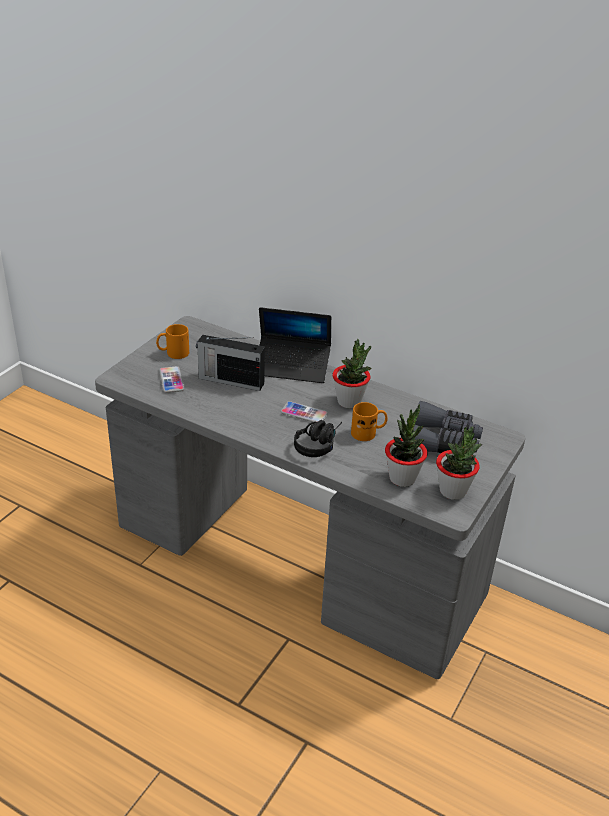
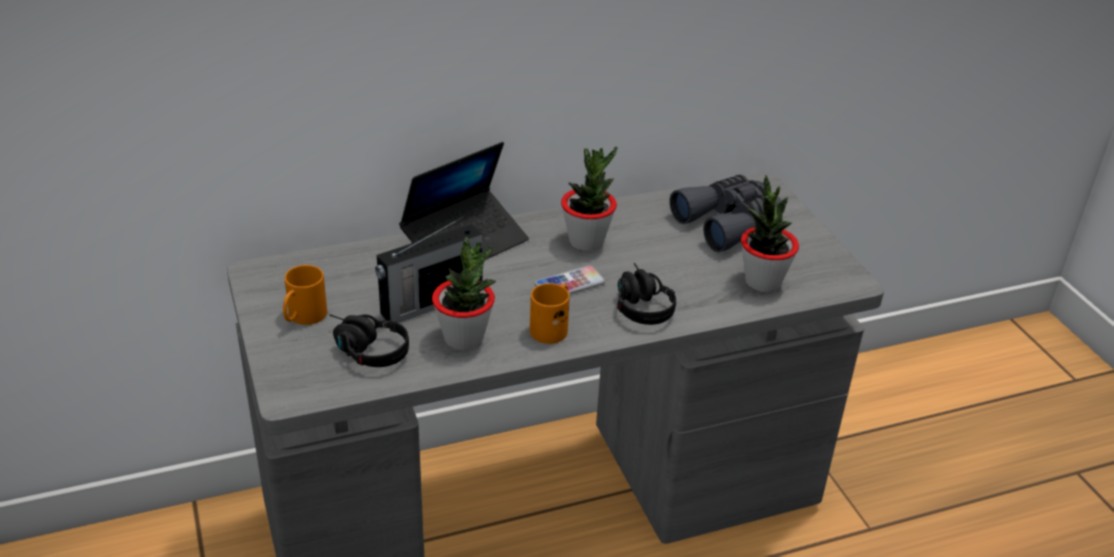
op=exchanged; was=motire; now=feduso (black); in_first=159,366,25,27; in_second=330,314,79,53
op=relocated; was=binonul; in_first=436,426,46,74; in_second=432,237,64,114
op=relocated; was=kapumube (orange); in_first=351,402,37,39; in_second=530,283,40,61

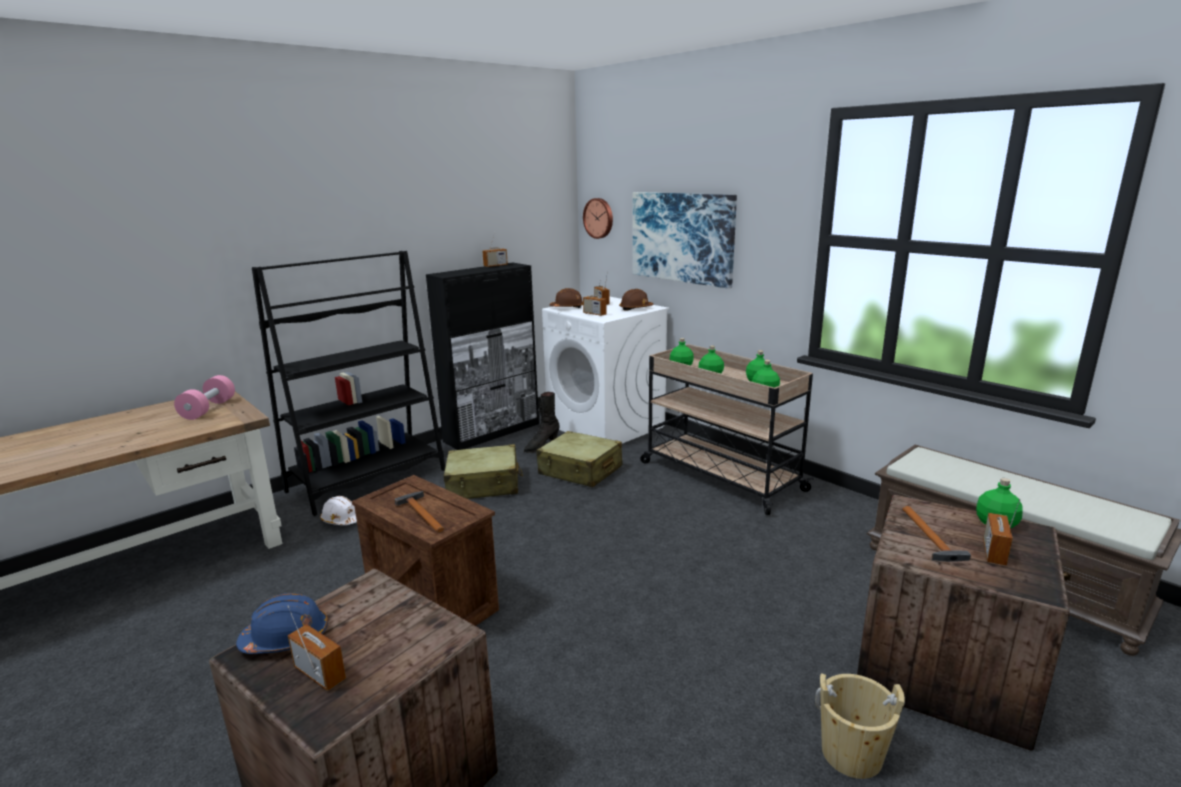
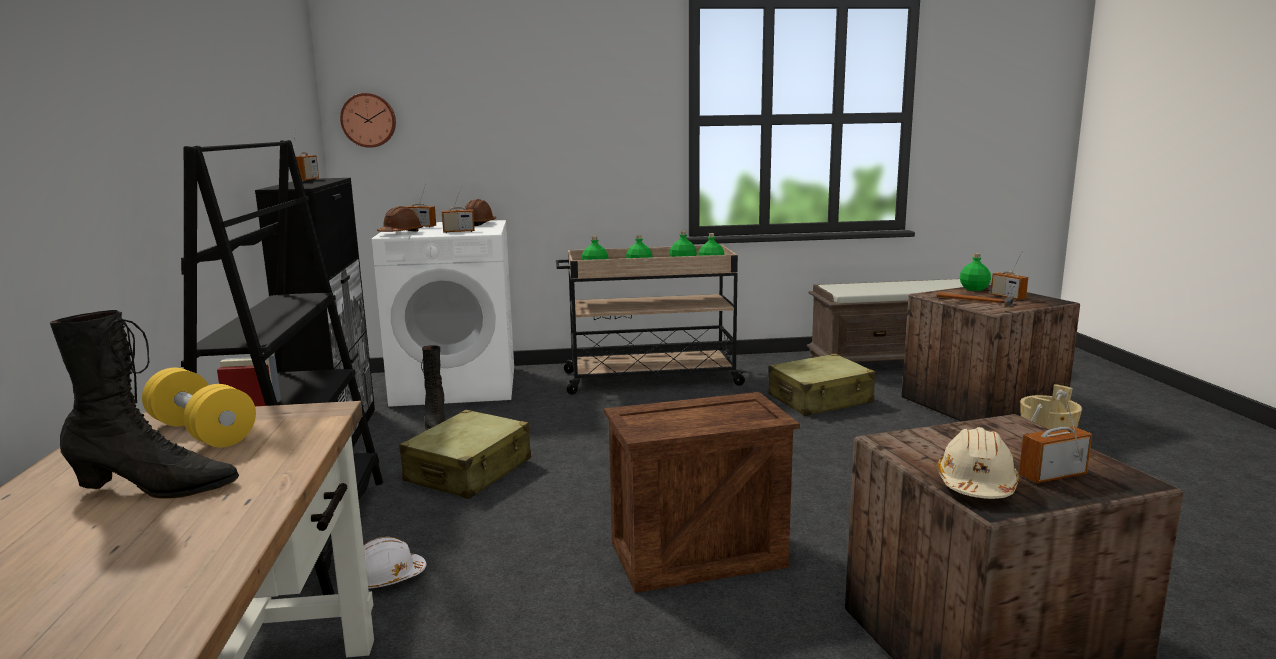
op=appeared; now=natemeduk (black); in_second=50,310,189,188
op=colour; was=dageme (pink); now=dageme (yellow); in_first=174,375,61,45; in_second=142,368,114,79
op=relocated; was=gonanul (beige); in_first=536,431,86,56; in_second=768,354,107,62
op=colour; was=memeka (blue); now=memeka (beige); in_first=236,593,92,61; in_second=937,427,83,72
op=missing; was=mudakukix; in_first=394,491,50,42
op=missing; was=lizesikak; in_first=633,192,104,97

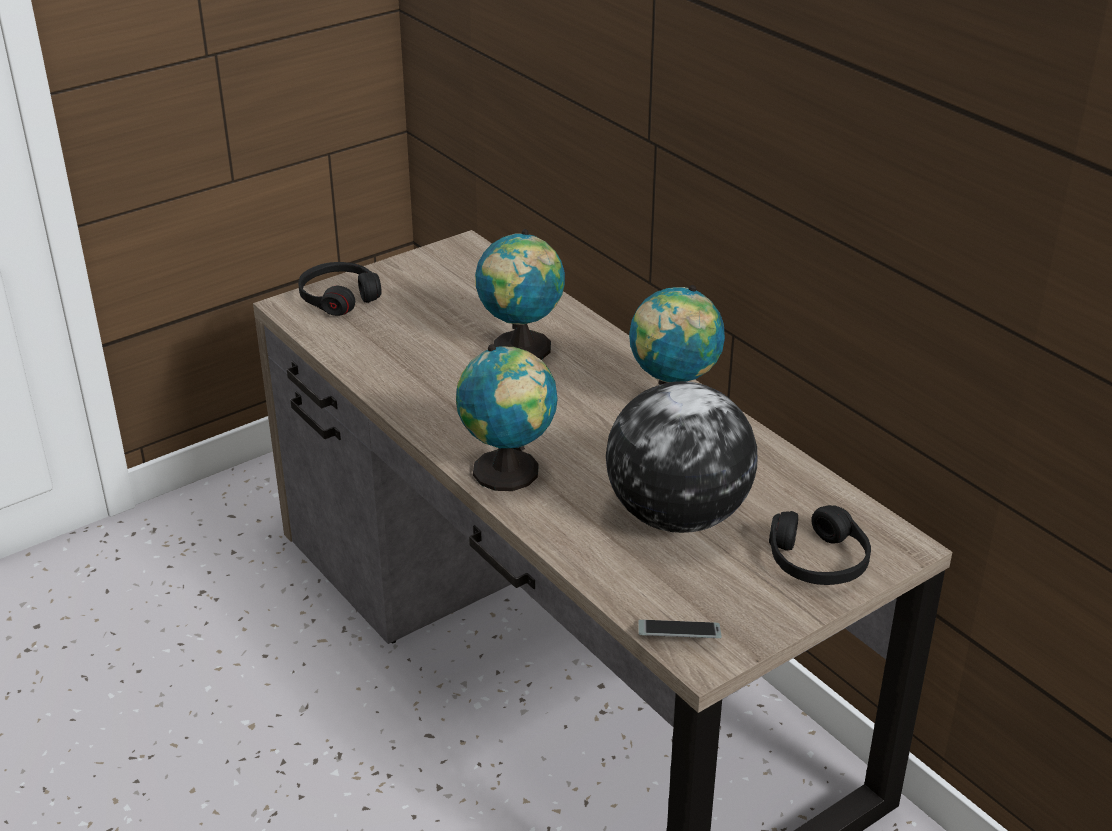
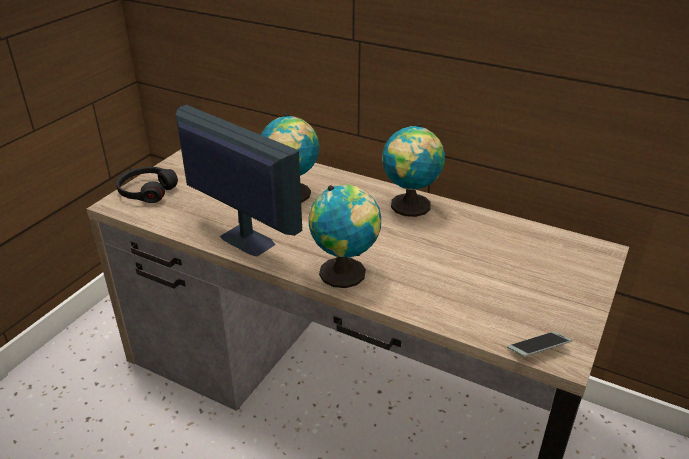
op=appeared; now=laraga; in_second=176,105,126,152
op=missing; was=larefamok; in_first=606,381,151,152
op=missing; was=feduso (black); in_first=769,505,102,80

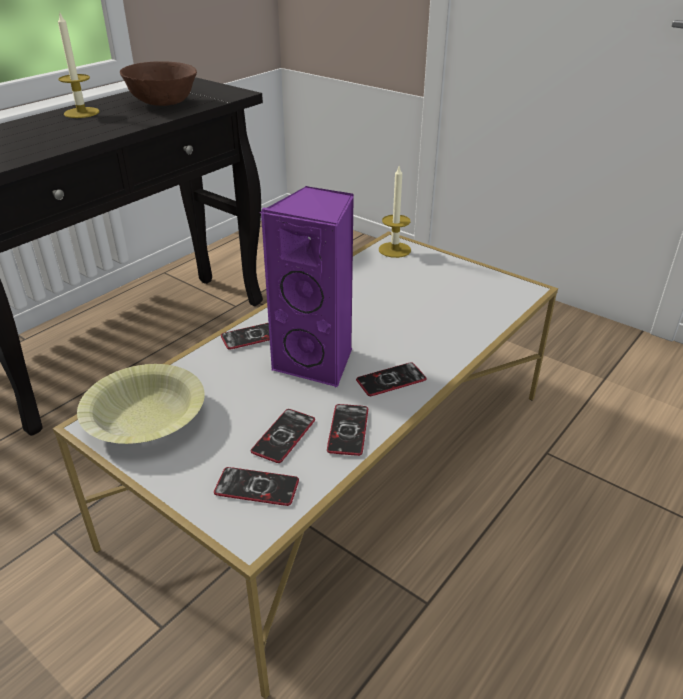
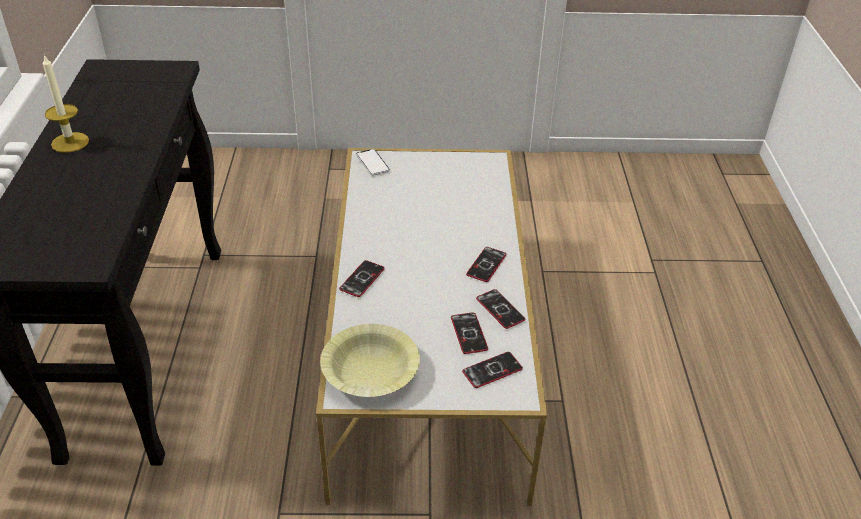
op=exchanged; was=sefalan; now=motire; in_first=379,166,32,92; in_second=356,149,34,27
op=missing; was=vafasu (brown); in_first=120,61,77,45
op=missing; was=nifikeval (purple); in_first=260,186,94,202

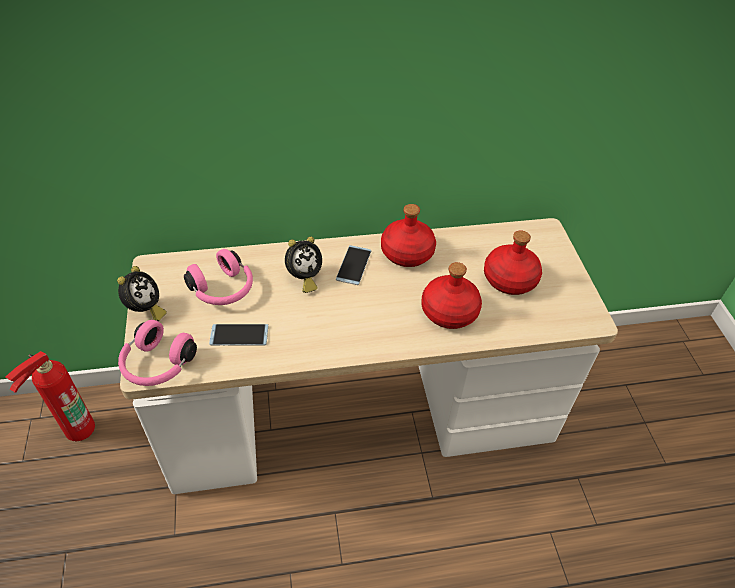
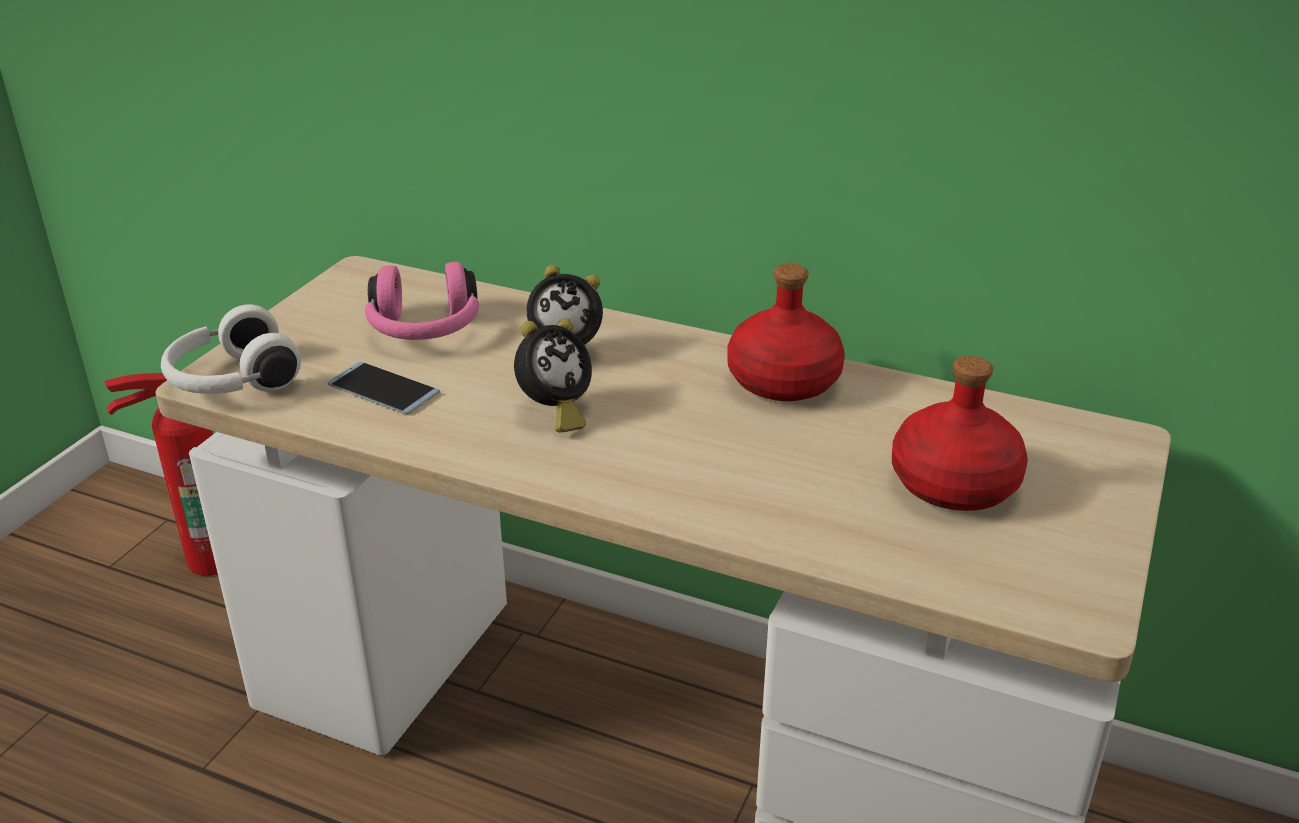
op=colour; was=feduso (pink); now=feduso (white); in_first=118,320,79,66; in_second=161,304,140,90
op=relocated; was=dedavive; in_first=117,266,50,55; in_second=514,319,78,113
op=missing; was=motire; in_first=336,245,35,40
op=missing; was=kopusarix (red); in_first=422,262,60,67

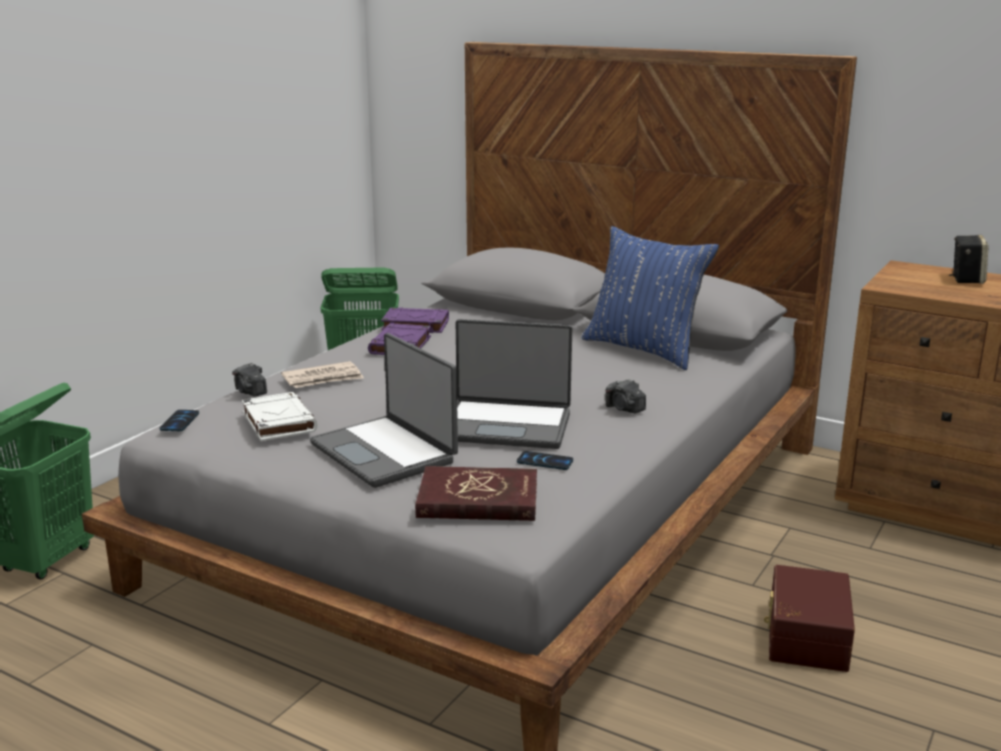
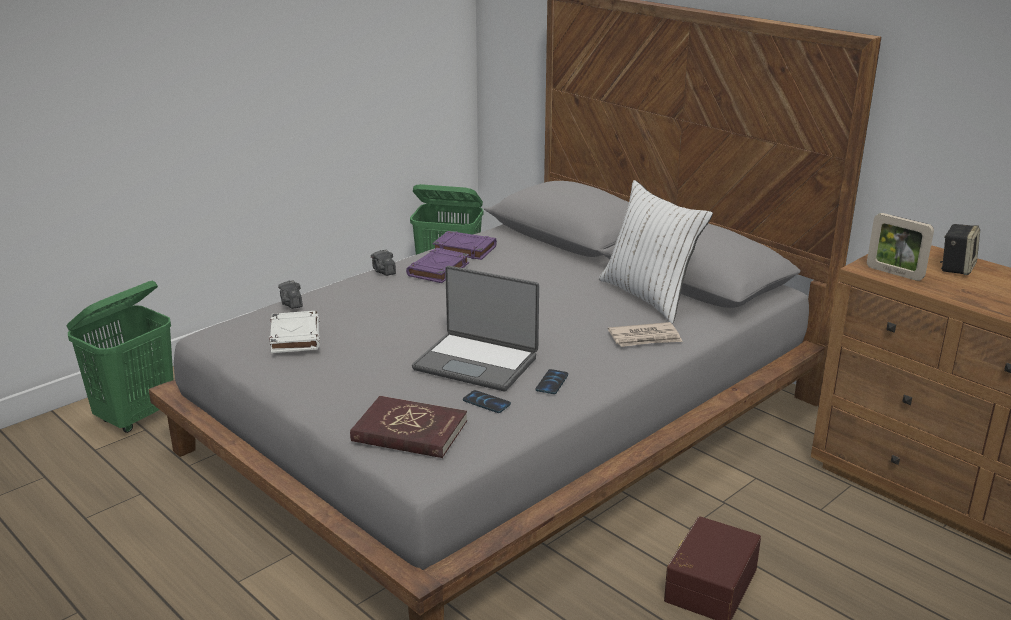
op=relocated; was=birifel; in_first=605,379,41,34; in_second=371,249,25,27
op=relocated; was=motire; in_first=160,410,39,21; in_second=536,369,32,25
op=colour; was=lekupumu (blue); now=lekupumu (white); in_first=582,226,137,144; in_second=599,180,114,144
op=relocated; was=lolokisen; in_first=281,361,83,27; in_second=608,322,75,25
op=appeared; now=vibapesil; in_second=867,213,67,68
op=missing; was=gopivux; in_first=310,333,148,155

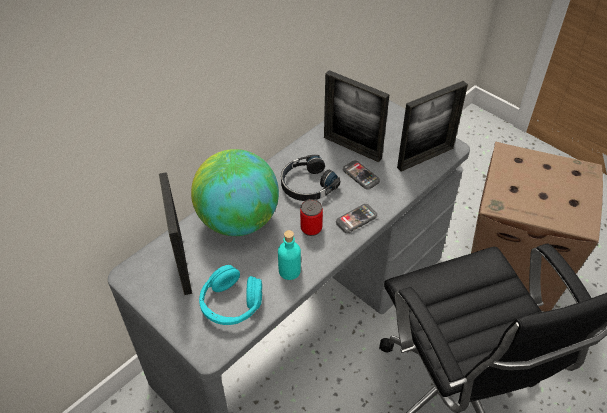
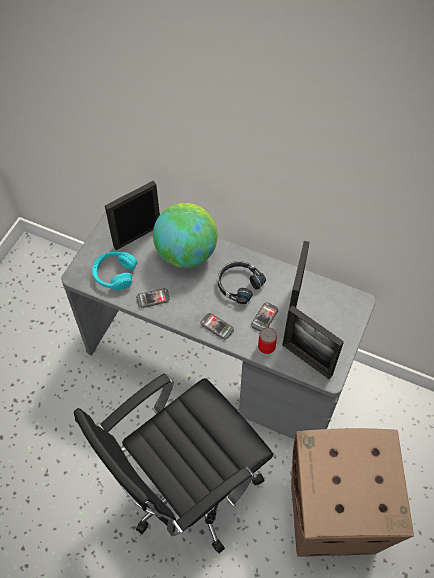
op=exchanged; was=kopusarix (turquoise); now=motire; in_first=278,230,23,50; in_second=136,288,34,20
op=relocated; was=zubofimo; in_first=300,199,23,37; in_second=258,327,19,27

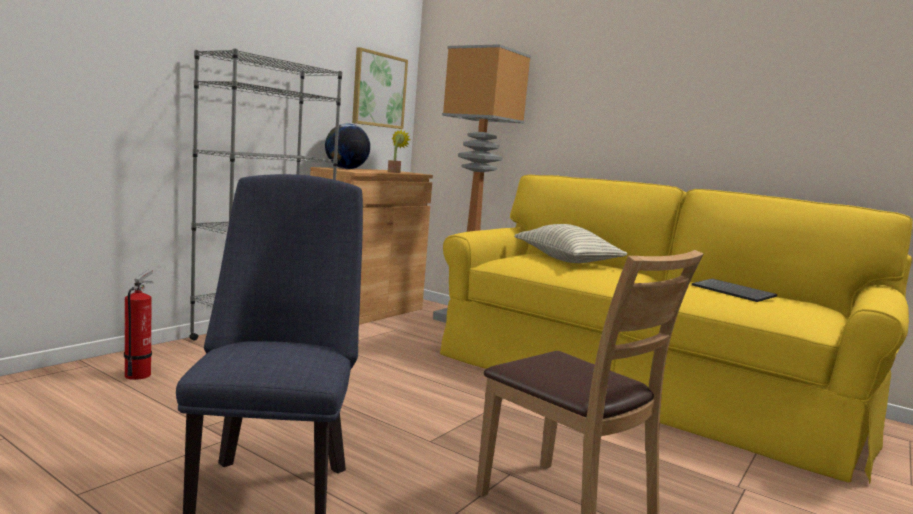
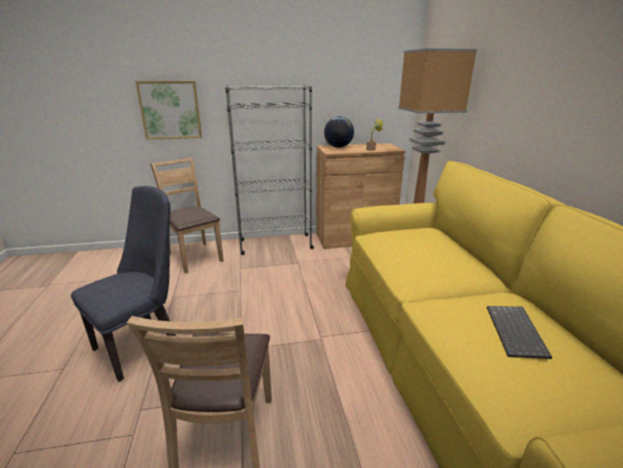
op=relocated; was=lizesikak; in_first=352,47,56,82; in_second=135,81,67,59
op=exchanged; was=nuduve; now=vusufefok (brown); in_first=124,269,30,111; in_second=150,158,74,115
op=missing; was=lekupumu; in_first=514,224,114,39

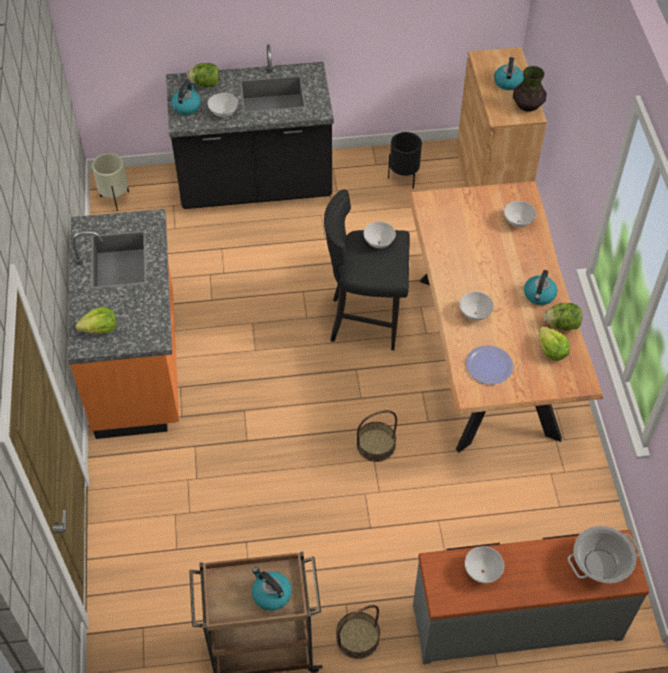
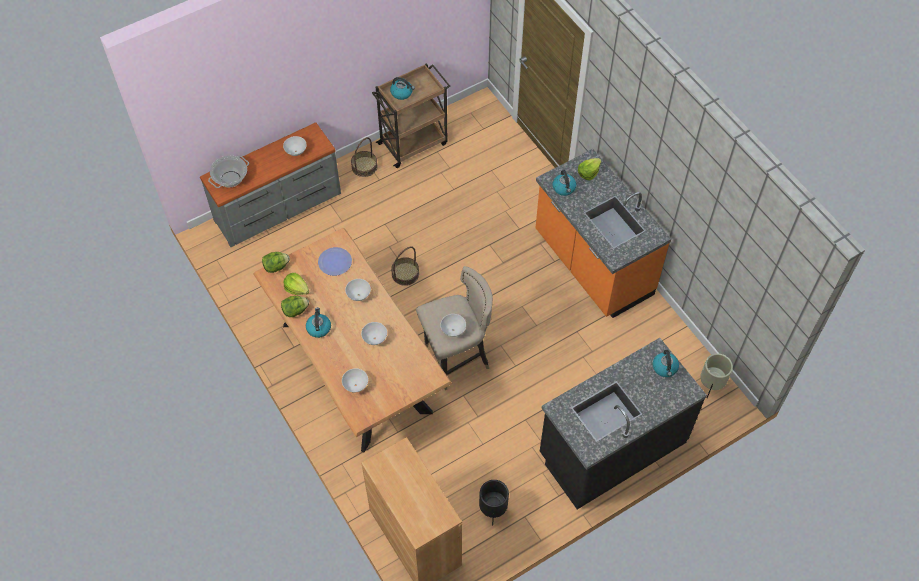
op=relocated; was=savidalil; in_first=187,63,33,25; in_second=262,252,28,21
op=relocated; was=vafasu (white); in_first=208,93,30,24; in_second=361,322,26,23
op=colour; was=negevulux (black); now=negevulux (beige); in_first=324,189,85,161; in_second=416,266,77,124
op=relocated; was=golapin; in_first=494,57,30,33; in_second=552,170,24,26
op=missing; was=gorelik; in_first=513,66,34,46

